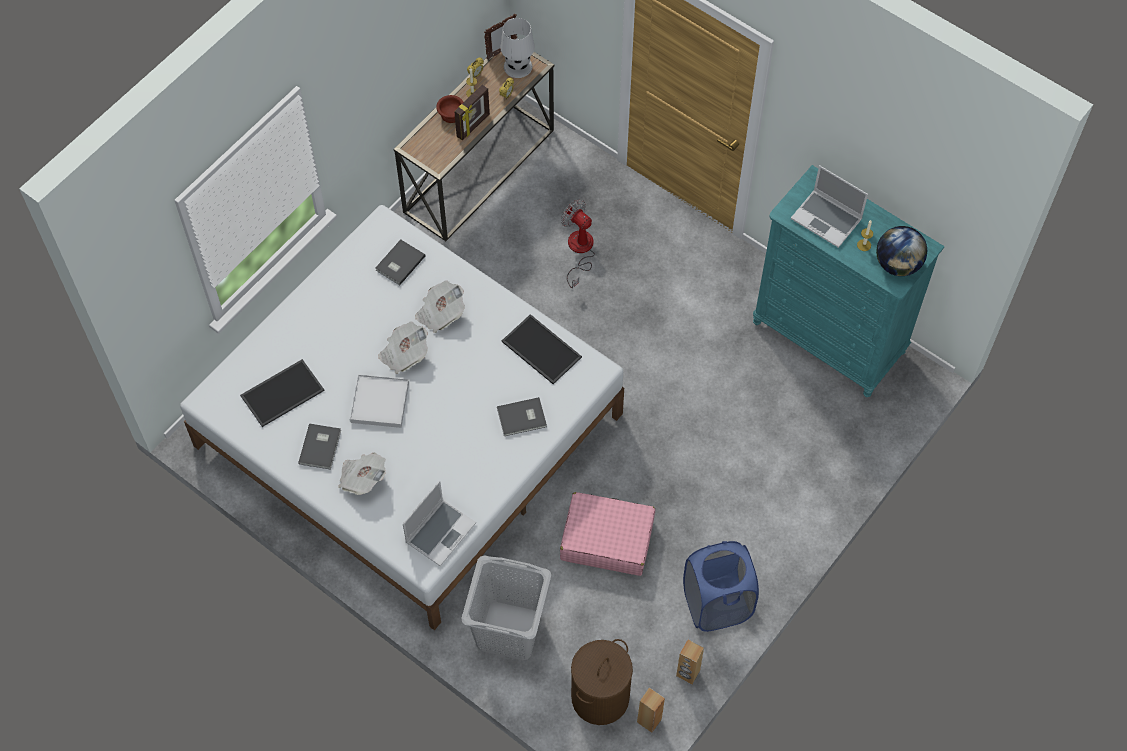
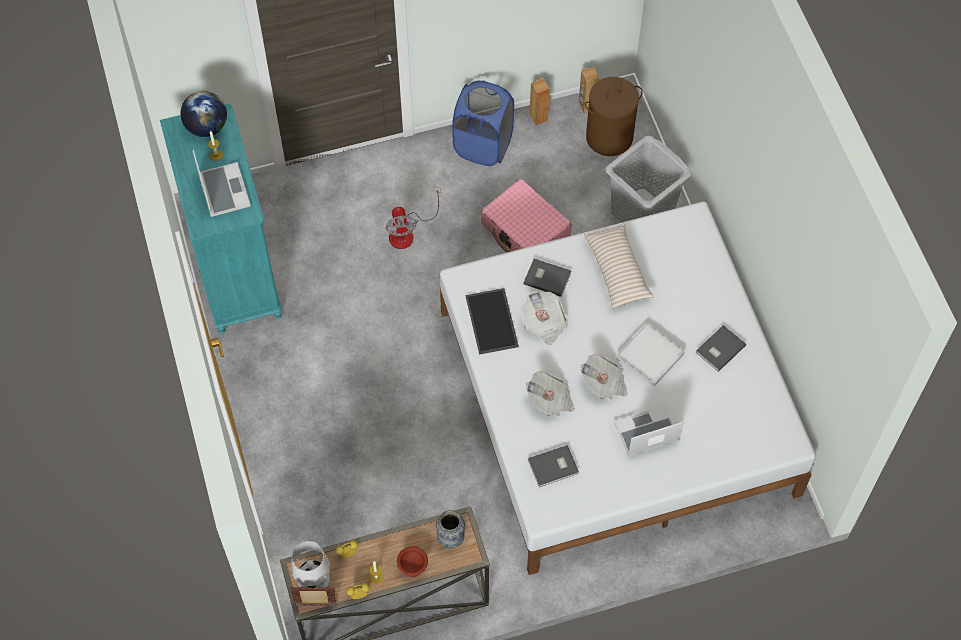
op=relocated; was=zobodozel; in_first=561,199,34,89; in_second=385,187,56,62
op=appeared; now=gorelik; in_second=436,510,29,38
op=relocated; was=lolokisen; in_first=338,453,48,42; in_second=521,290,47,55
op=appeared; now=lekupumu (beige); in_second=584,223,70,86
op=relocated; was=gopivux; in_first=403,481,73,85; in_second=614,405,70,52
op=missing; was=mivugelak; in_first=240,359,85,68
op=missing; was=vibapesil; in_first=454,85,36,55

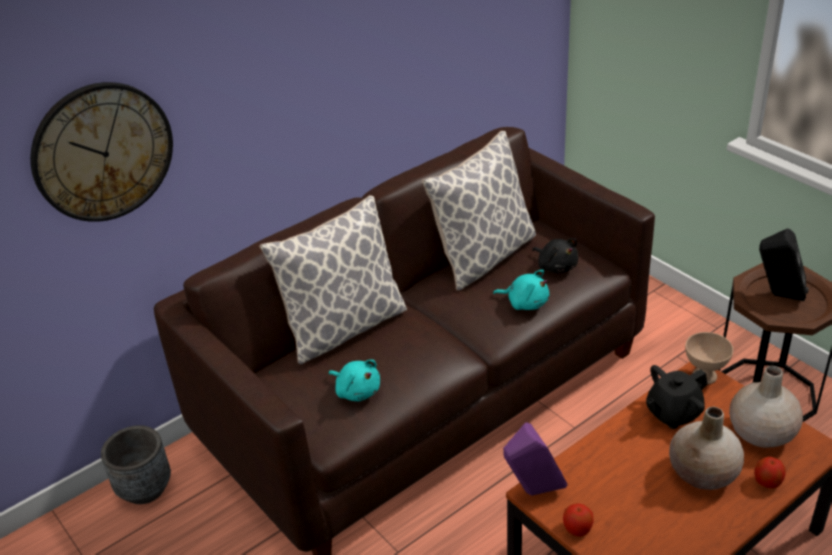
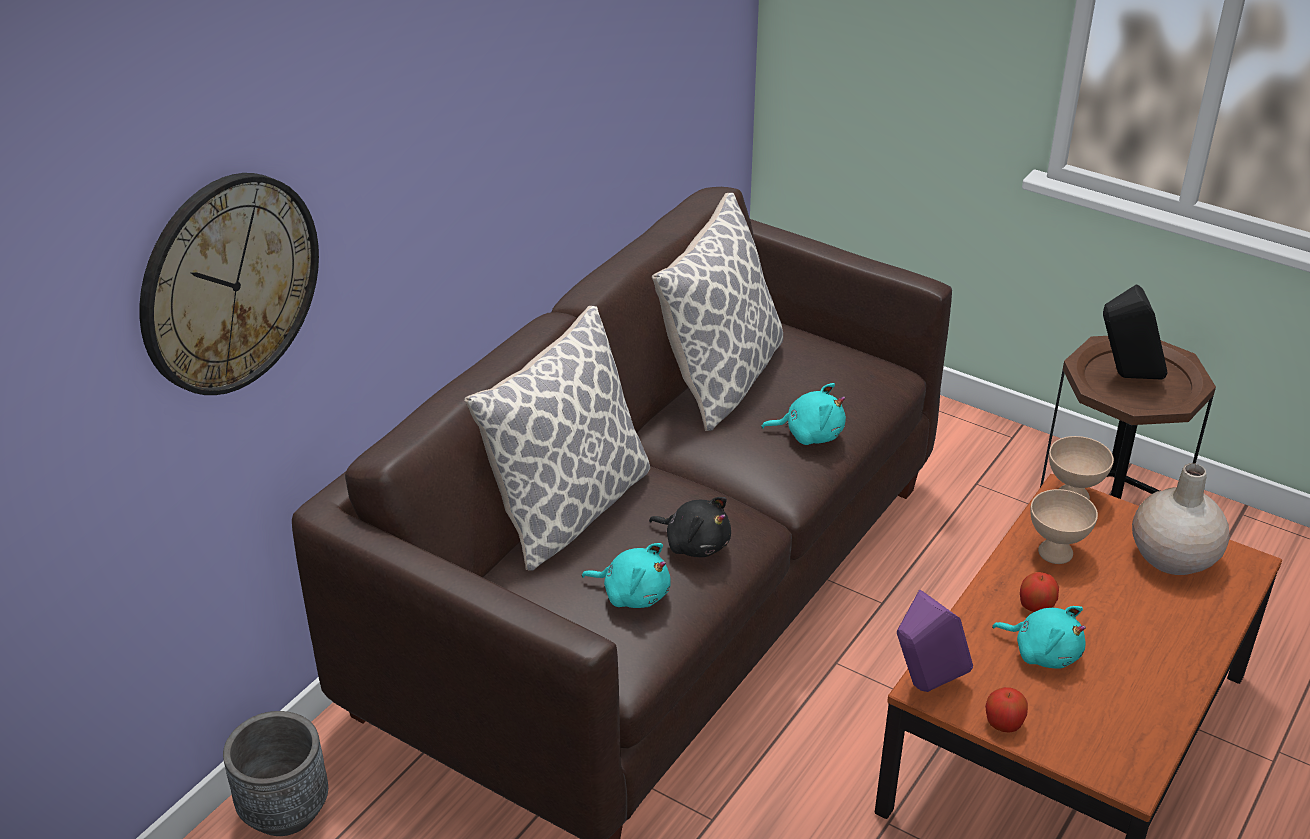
op=relocated; was=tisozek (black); in_first=532,238,46,35; in_second=649,497,82,60
op=appeared; now=tisozek (turquoise); in_second=992,606,94,62
op=relocated; was=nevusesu; in_first=755,457,31,31; in_second=1020,572,39,40
op=exchanged; was=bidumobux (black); now=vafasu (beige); in_first=646,365,61,64; in_second=1030,489,68,75
op=missing; was=gorelik (beige); in_first=669,407,75,83

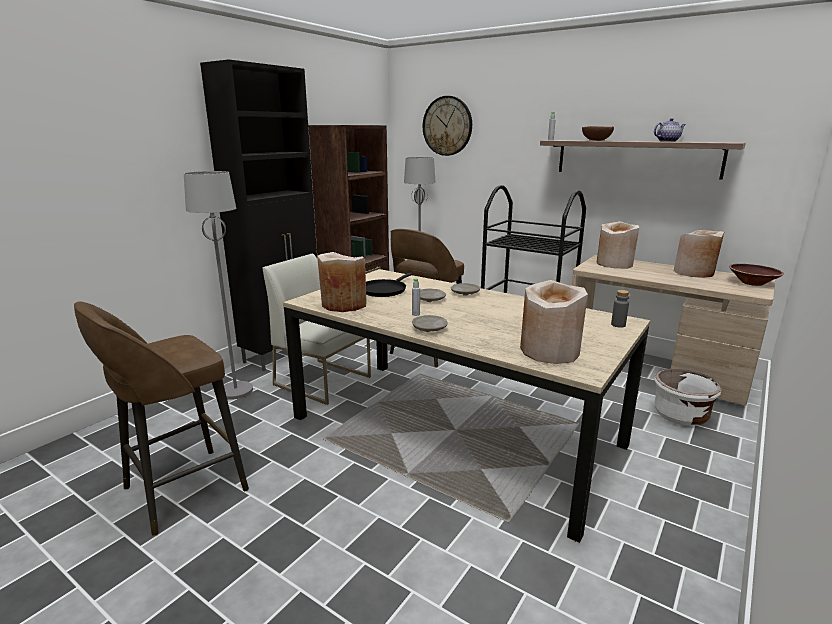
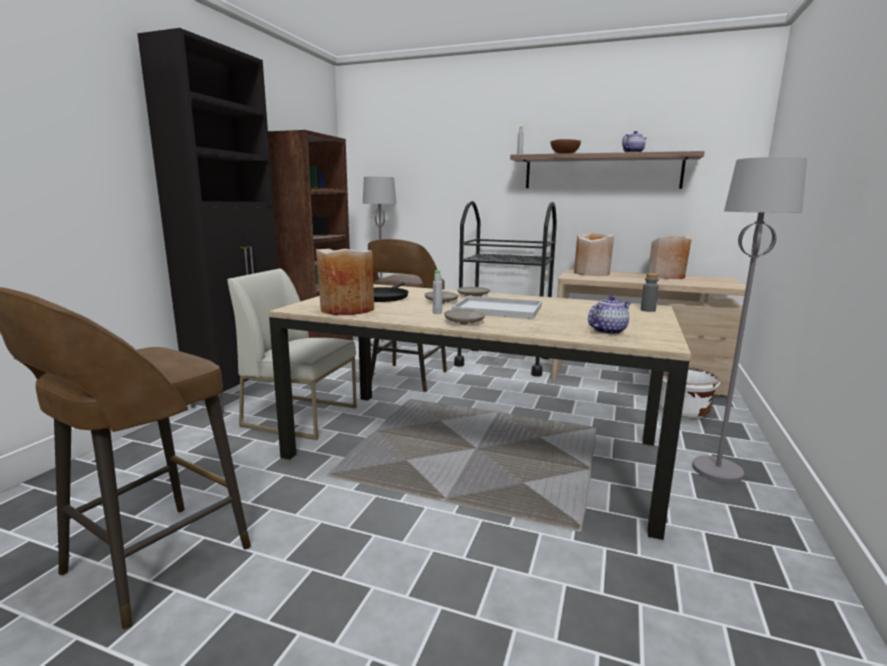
op=appeared; now=mivugelak (white); in_second=452,296,90,23
op=exchanged; was=gorelik (beige); now=bidumobux; in_first=520,280,68,84; in_second=588,295,43,40
op=relocated; was=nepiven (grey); in_first=184,171,69,229; in_second=692,157,115,326
op=missing; was=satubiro; in_first=423,96,49,60
op=missing; was=vafasu (brown); in_first=729,264,55,22

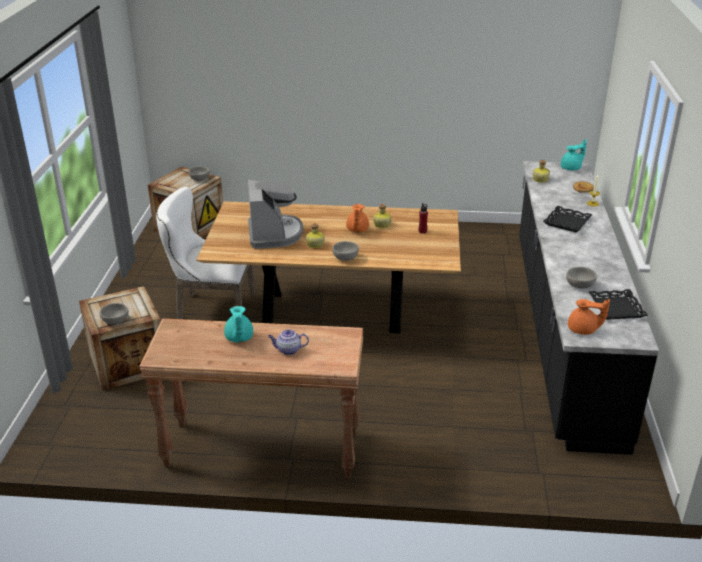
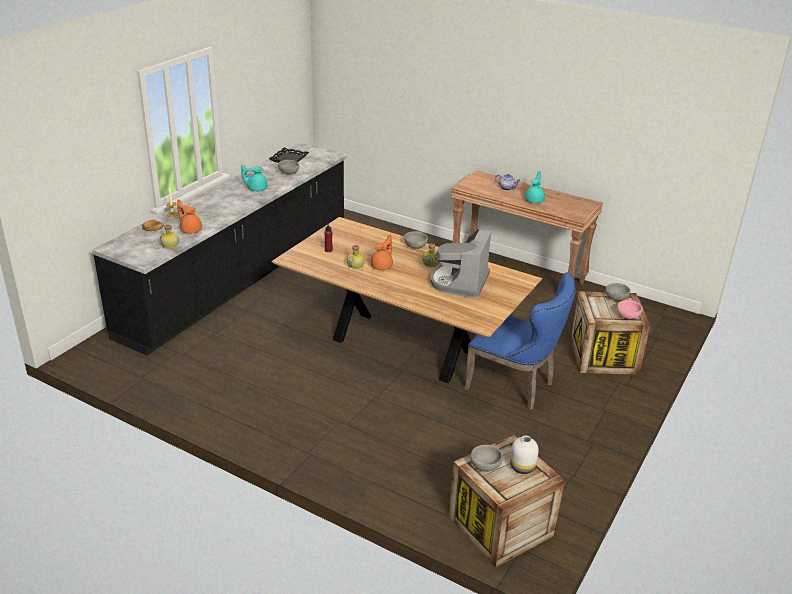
op=relocated; was=bidumobux (orange); in_first=568,299,42,36; in_second=177,199,25,35
op=relocated; was=bidumobux (turquoise); in_first=561,139,26,32; in_second=241,164,26,27
op=colour; was=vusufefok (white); now=vusufefok (blue); in_first=156,187,99,132; in_second=464,272,111,138
op=appeared; now=gorelik (white); in_second=510,436,29,38
op=appeared; now=vafasu (pink); in_second=617,300,26,19
op=missing; was=mivugelak (black); in_first=543,206,49,26

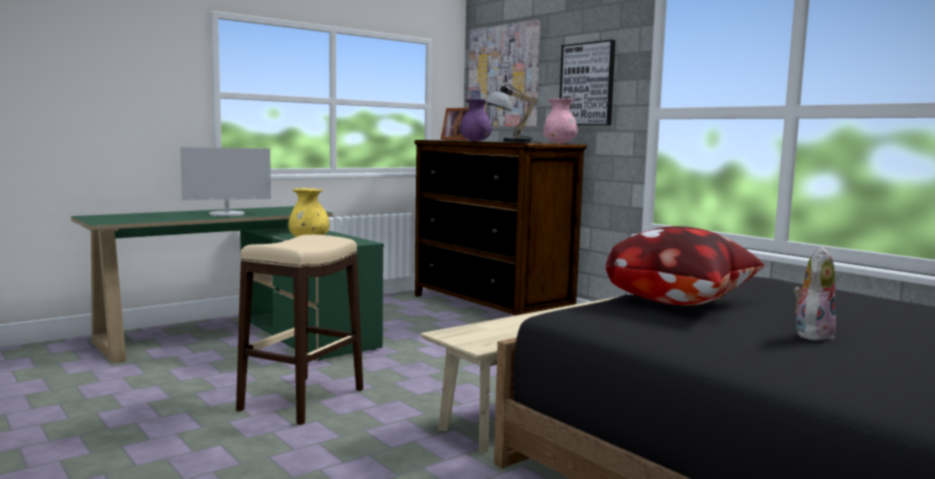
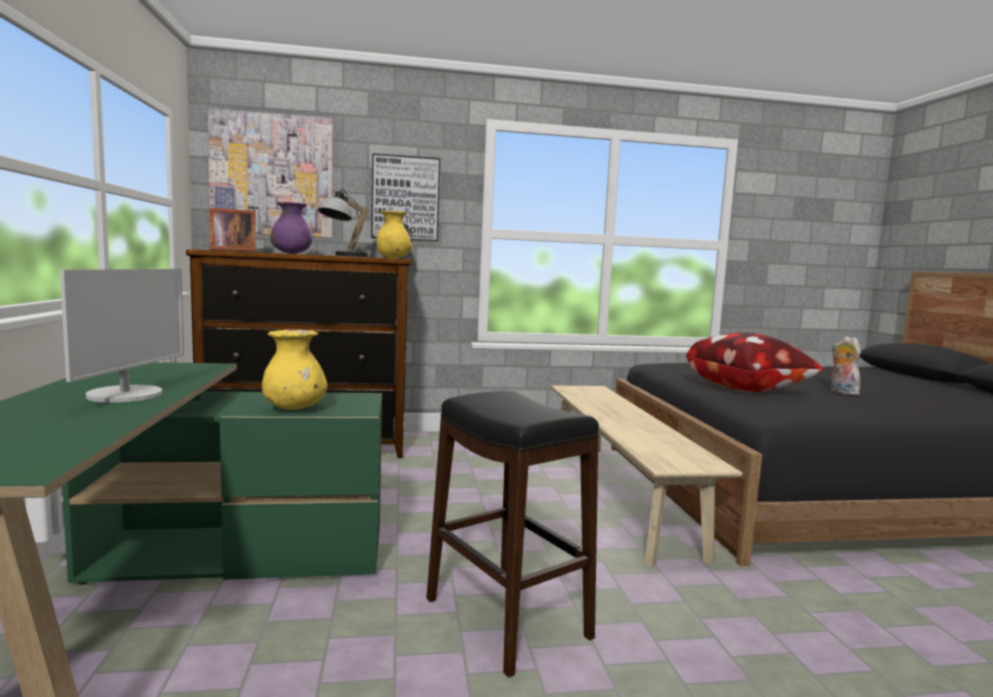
op=colour; was=gorelik (pink); now=gorelik (yellow); in_first=544,98,34,45; in_second=376,211,36,47
op=colour; was=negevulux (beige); now=negevulux (black); in_first=236,235,127,190; in_second=426,391,173,287

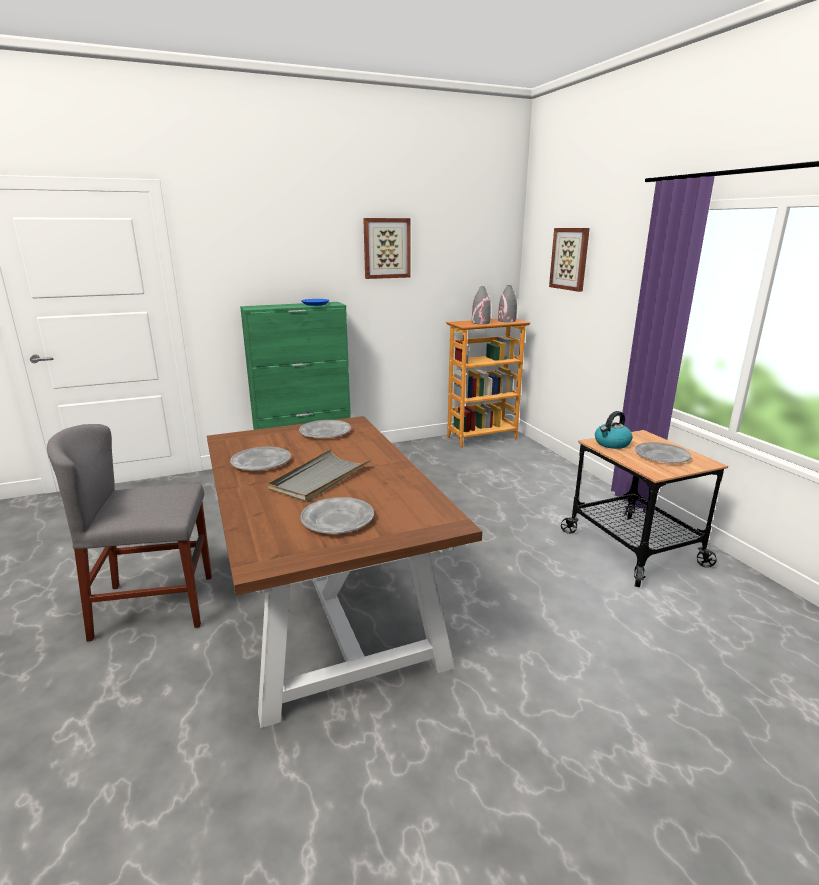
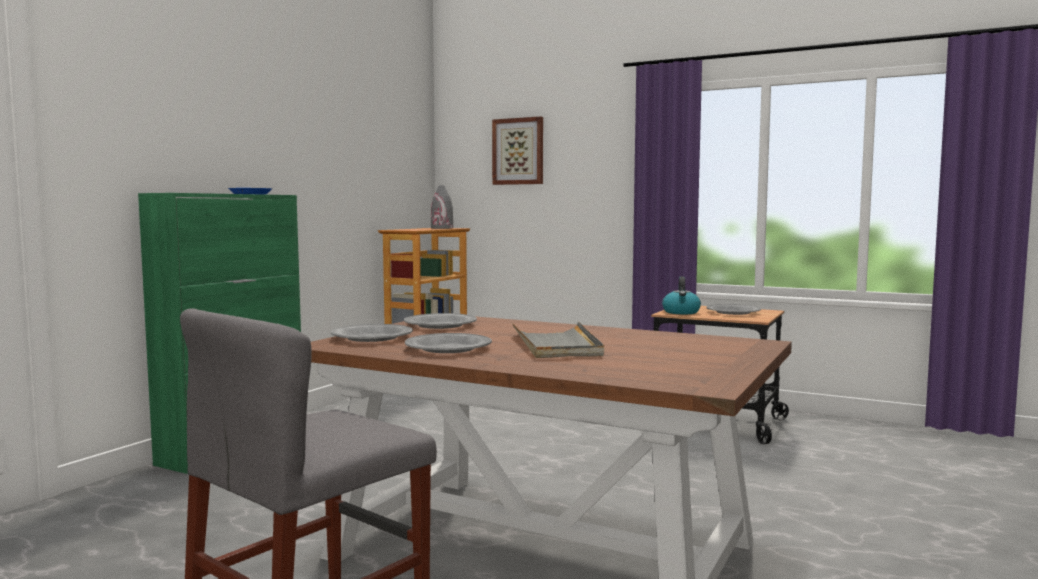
op=relocated; was=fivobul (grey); in_first=301,497,73,37; in_second=331,324,82,18
op=missing; was=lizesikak; in_first=363,218,48,61
op=missing; was=gorelik (grey); in_first=472,286,19,38

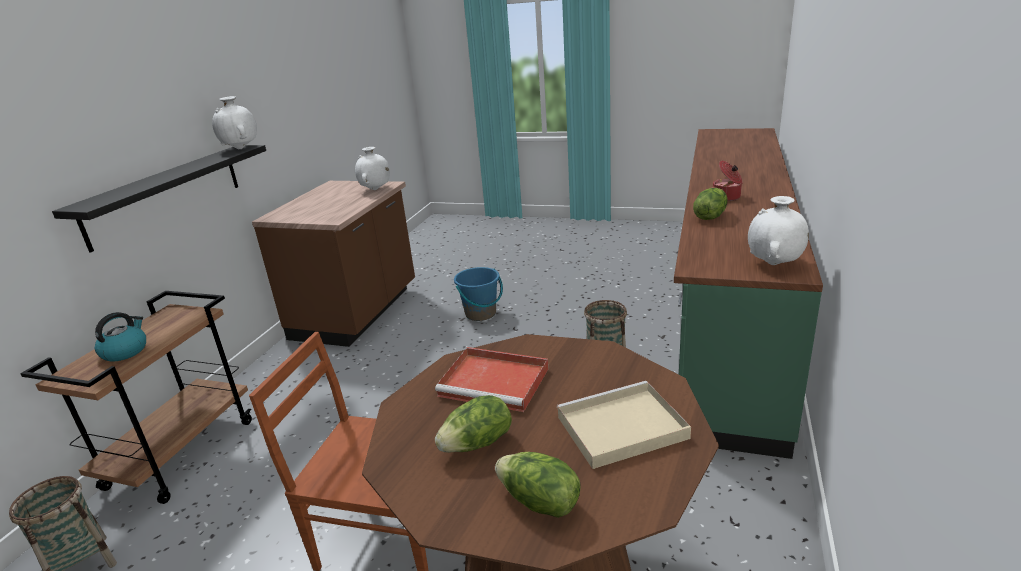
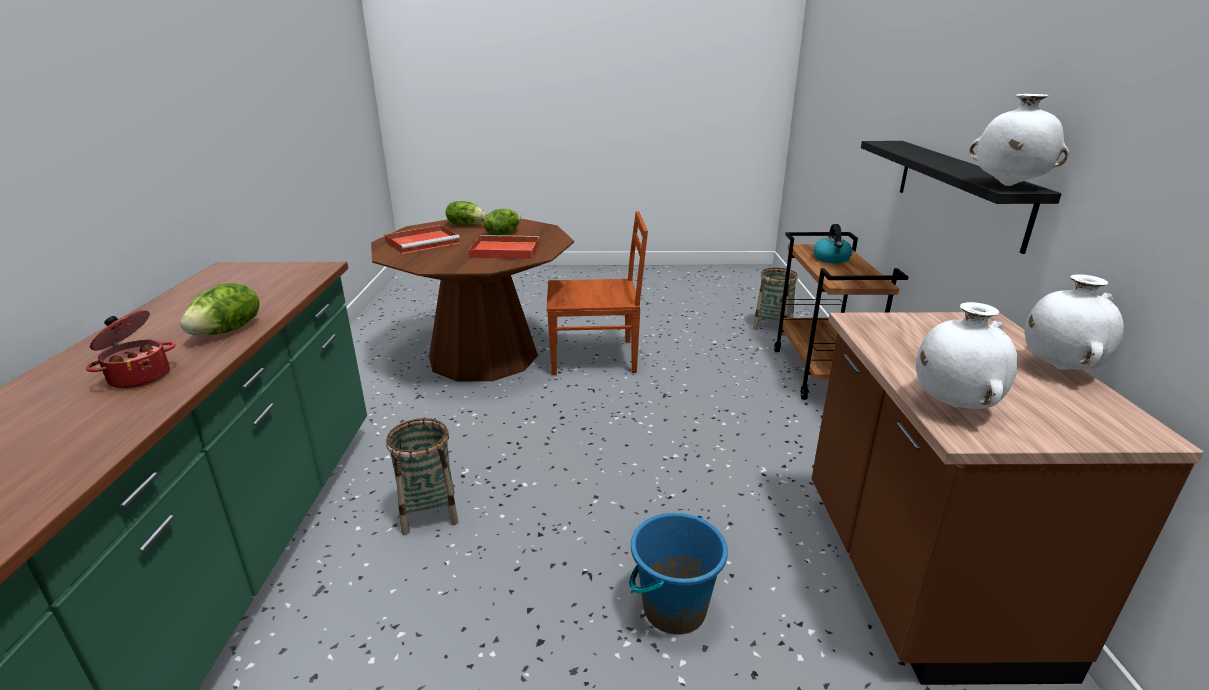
op=colour; was=mivugelak (beige); now=mivugelak (red); in_first=557,381,134,88; in_second=384,225,76,29
op=relocated; was=gorelik (white); in_first=748,196,61,69; in_second=1024,274,100,96

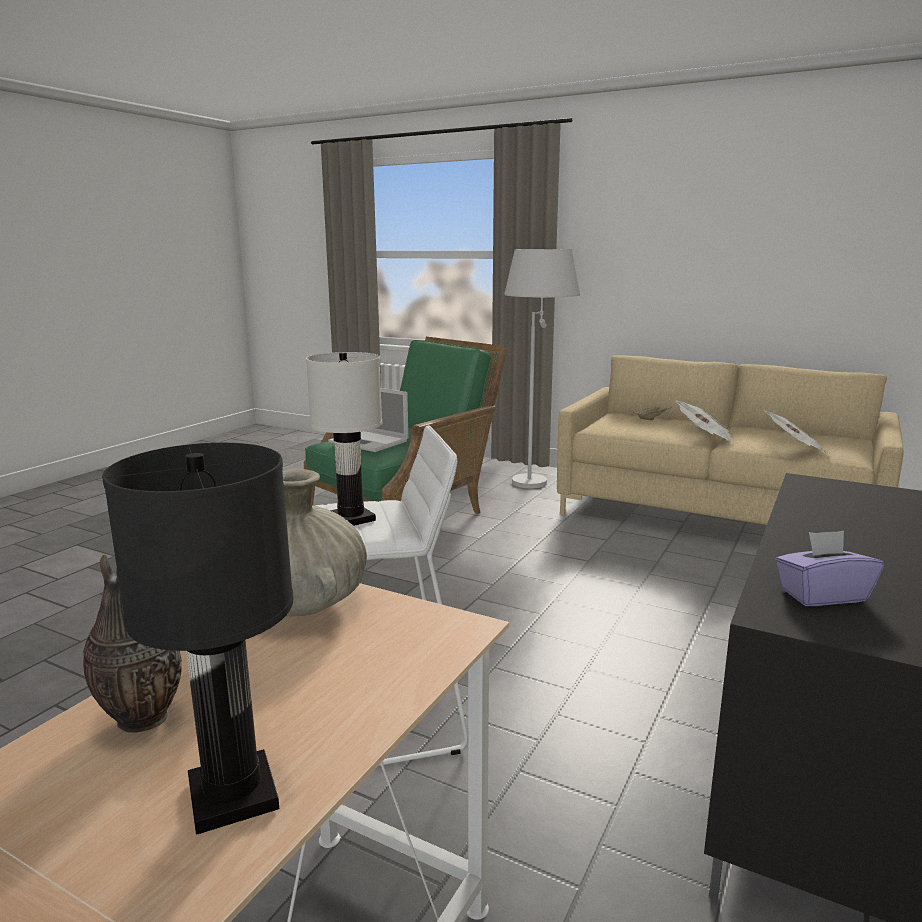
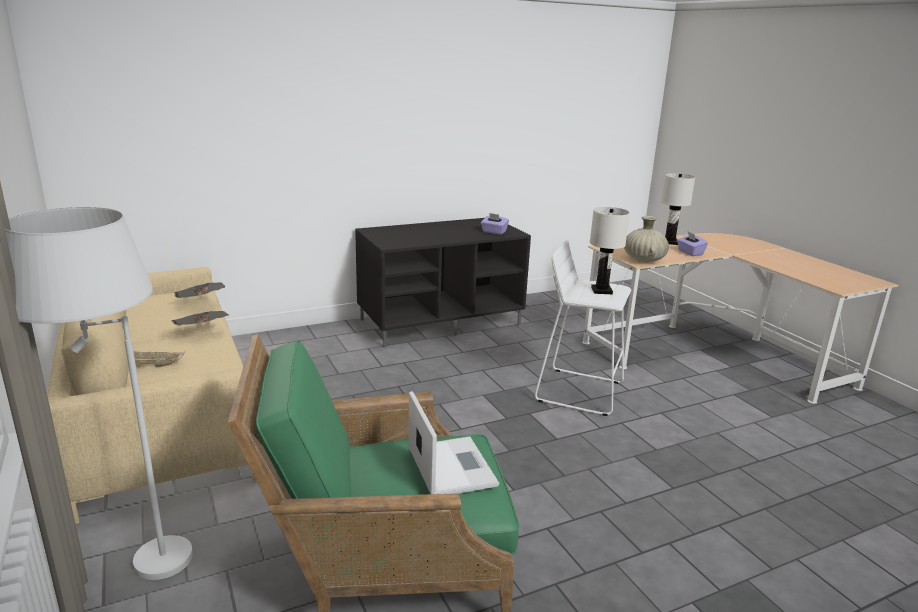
op=colour; was=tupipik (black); now=tupipik (white); in_first=102,443,192,392; in_second=661,173,34,72
op=exchanged; was=gorelik; now=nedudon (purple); in_first=83,555,99,178; in_second=677,232,31,24

